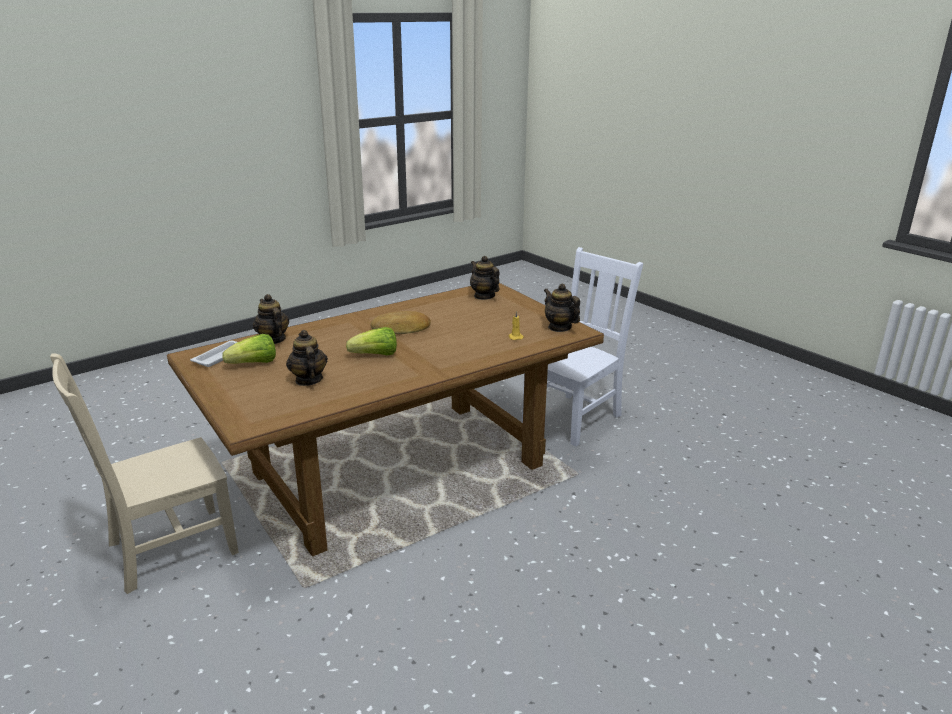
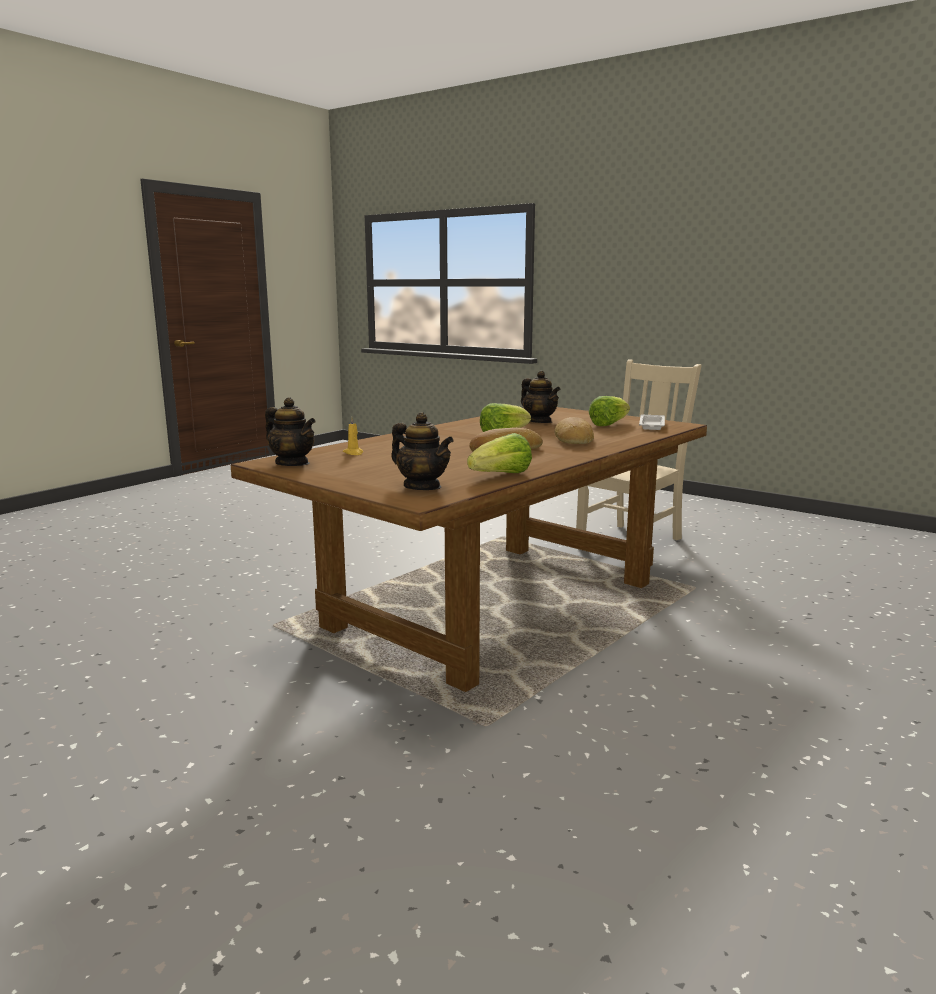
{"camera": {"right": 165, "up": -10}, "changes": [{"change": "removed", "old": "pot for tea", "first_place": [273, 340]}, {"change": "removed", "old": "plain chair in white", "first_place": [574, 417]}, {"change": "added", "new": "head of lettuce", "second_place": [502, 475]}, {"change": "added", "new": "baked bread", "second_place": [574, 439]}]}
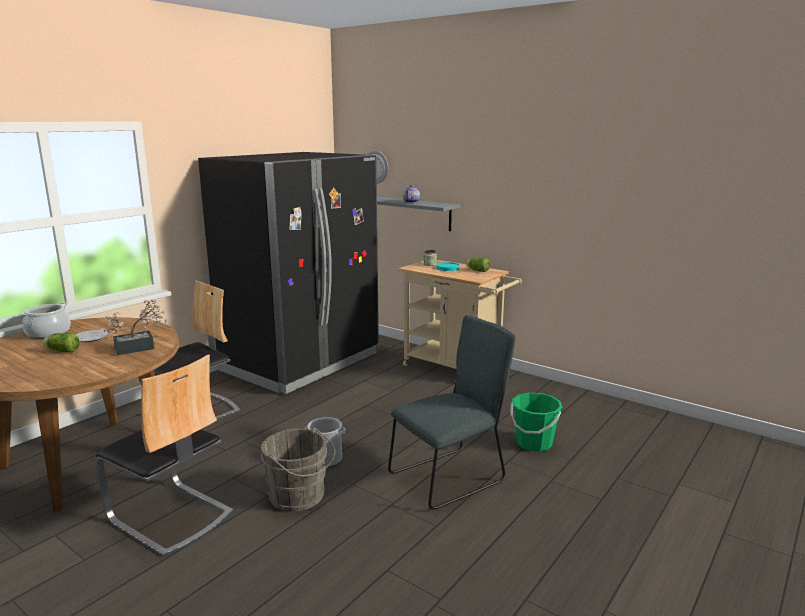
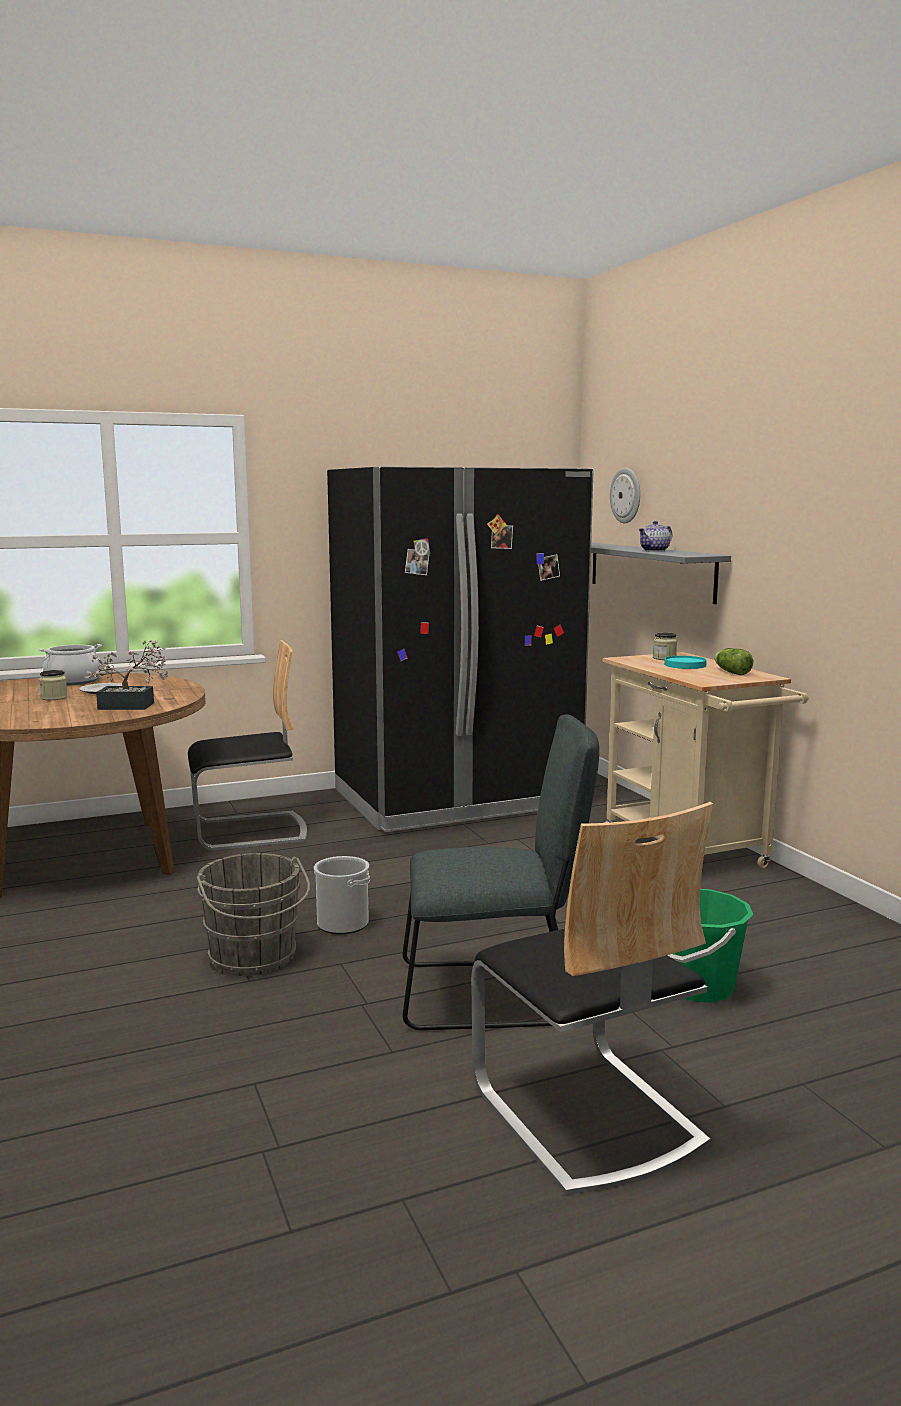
{"camera": {"right": 30, "up": -5}, "changes": [{"change": "moved", "old": "plain chair", "first_place": [170, 517], "second_place": [585, 1115]}, {"change": "replaced", "old": "head of lettuce", "new": "storage jar", "first_place": [61, 351], "second_place": [54, 698]}]}
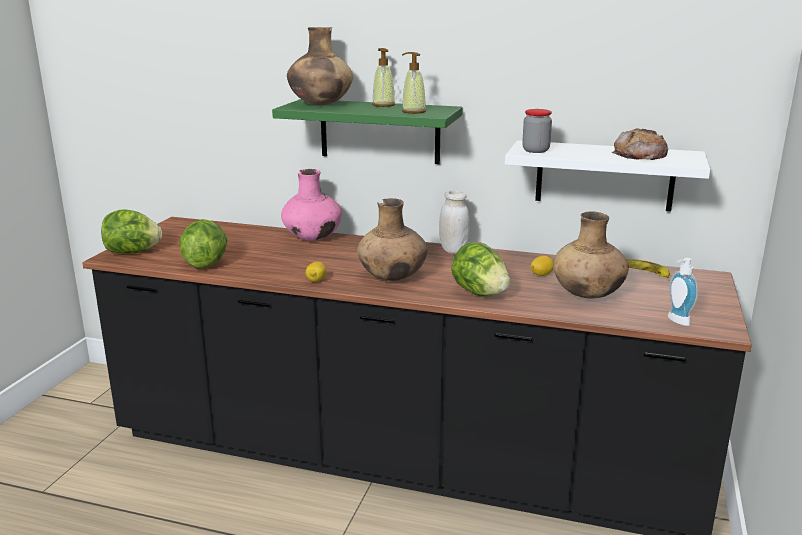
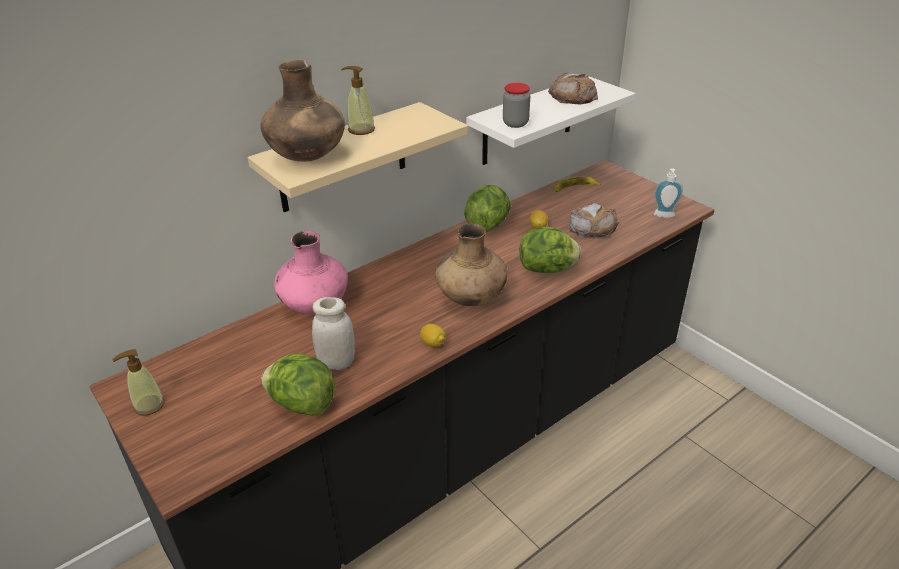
{"camera": {"right": -55, "up": 15}, "changes": [{"change": "moved", "old": "head of lettuce", "first_place": [132, 252], "second_place": [488, 224]}, {"change": "moved", "old": "soap bottle", "first_place": [413, 111], "second_place": [149, 405]}, {"change": "moved", "old": "storage jar in white", "first_place": [453, 250], "second_place": [337, 362]}, {"change": "replaced", "old": "vase in brownish", "new": "baked bread", "first_place": [587, 294], "second_place": [593, 226]}, {"change": "recoloured", "old": "bracket shelf in green", "new": "bracket shelf in beige", "first_place": [379, 131], "second_place": [343, 158]}]}
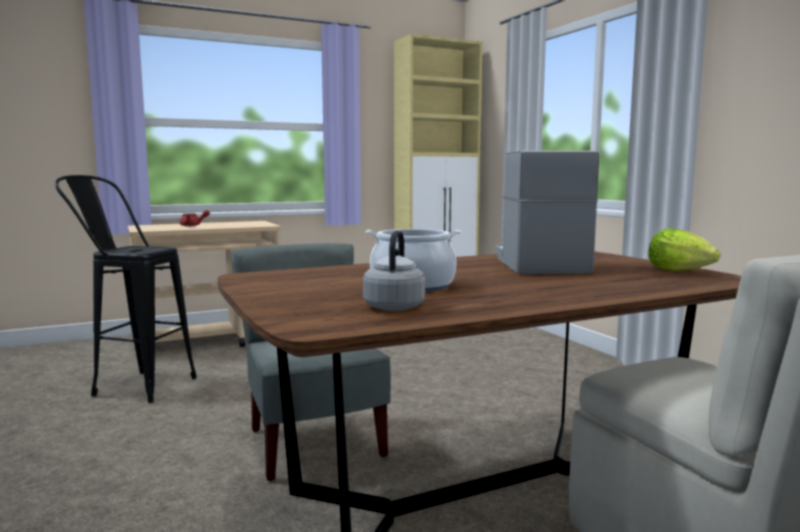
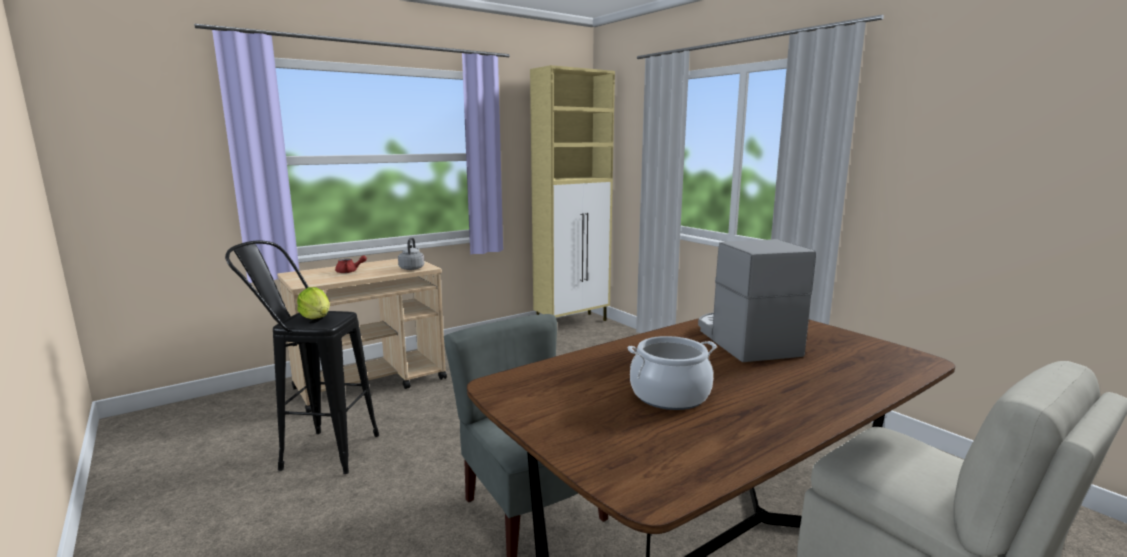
{"camera": {"right": -10, "up": 5}, "changes": [{"change": "moved", "old": "kettle in greyish", "first_place": [395, 306], "second_place": [412, 268]}, {"change": "moved", "old": "head of lettuce", "first_place": [679, 271], "second_place": [317, 318]}]}
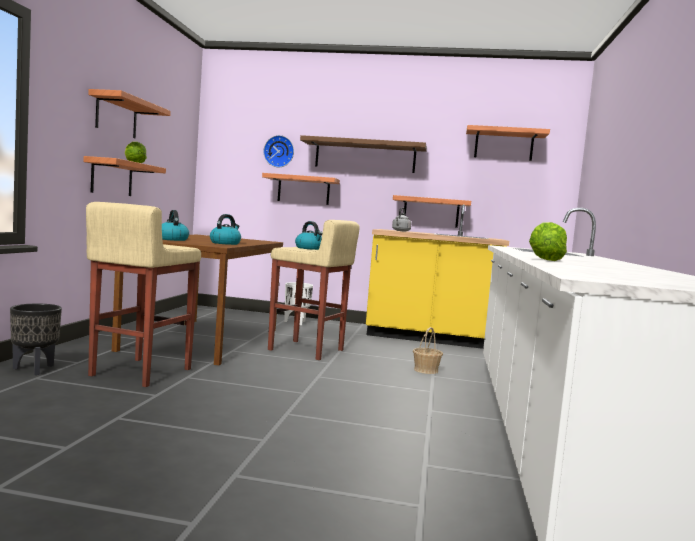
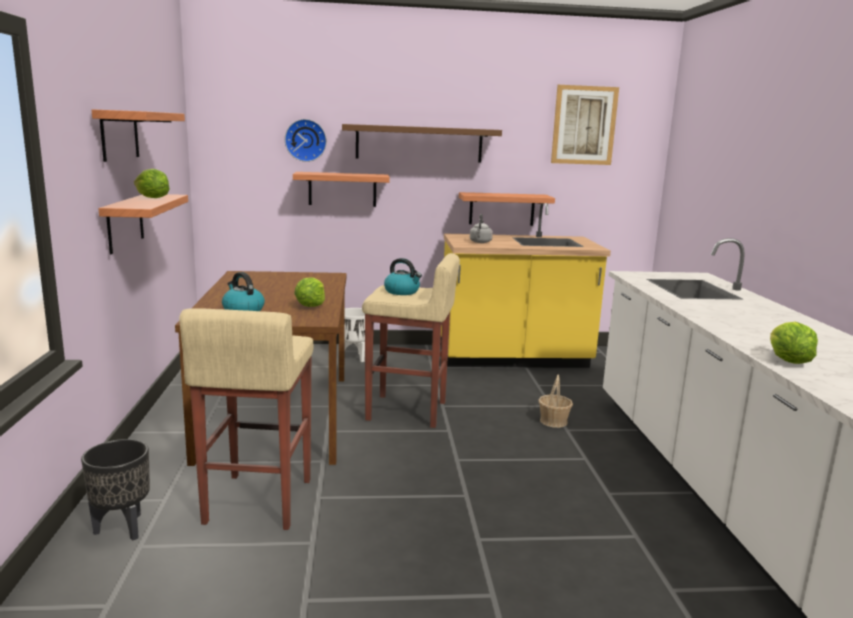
{"camera": {"right": -15, "up": 10}, "changes": [{"change": "replaced", "old": "kettle", "new": "head of lettuce", "first_place": [225, 243], "second_place": [310, 305]}, {"change": "replaced", "old": "bracket shelf", "new": "wall picture", "first_place": [503, 145], "second_place": [584, 125]}]}
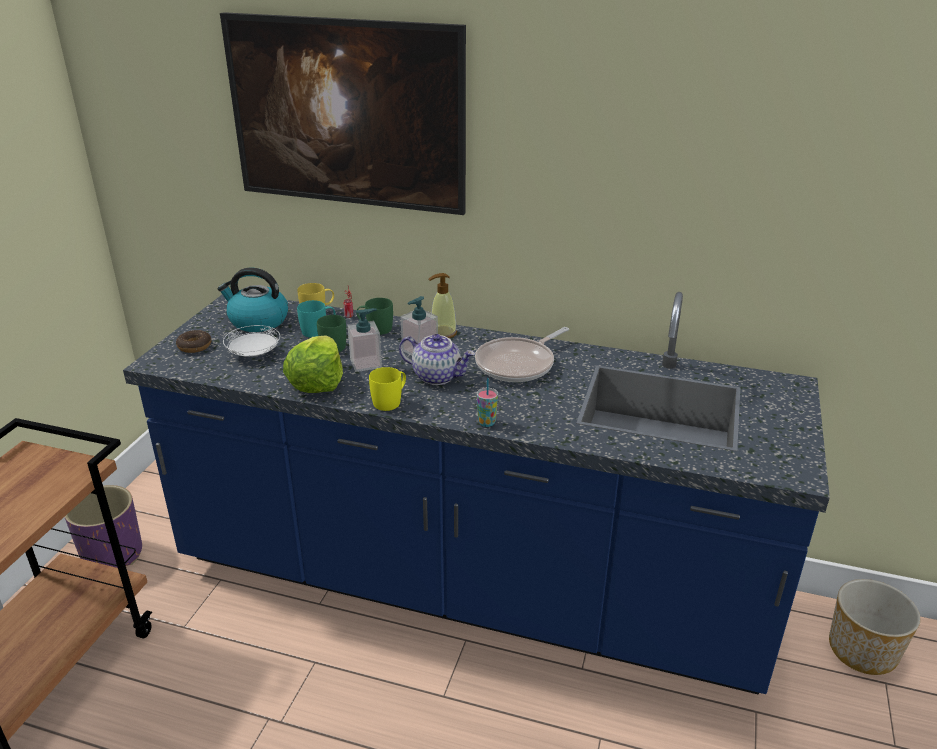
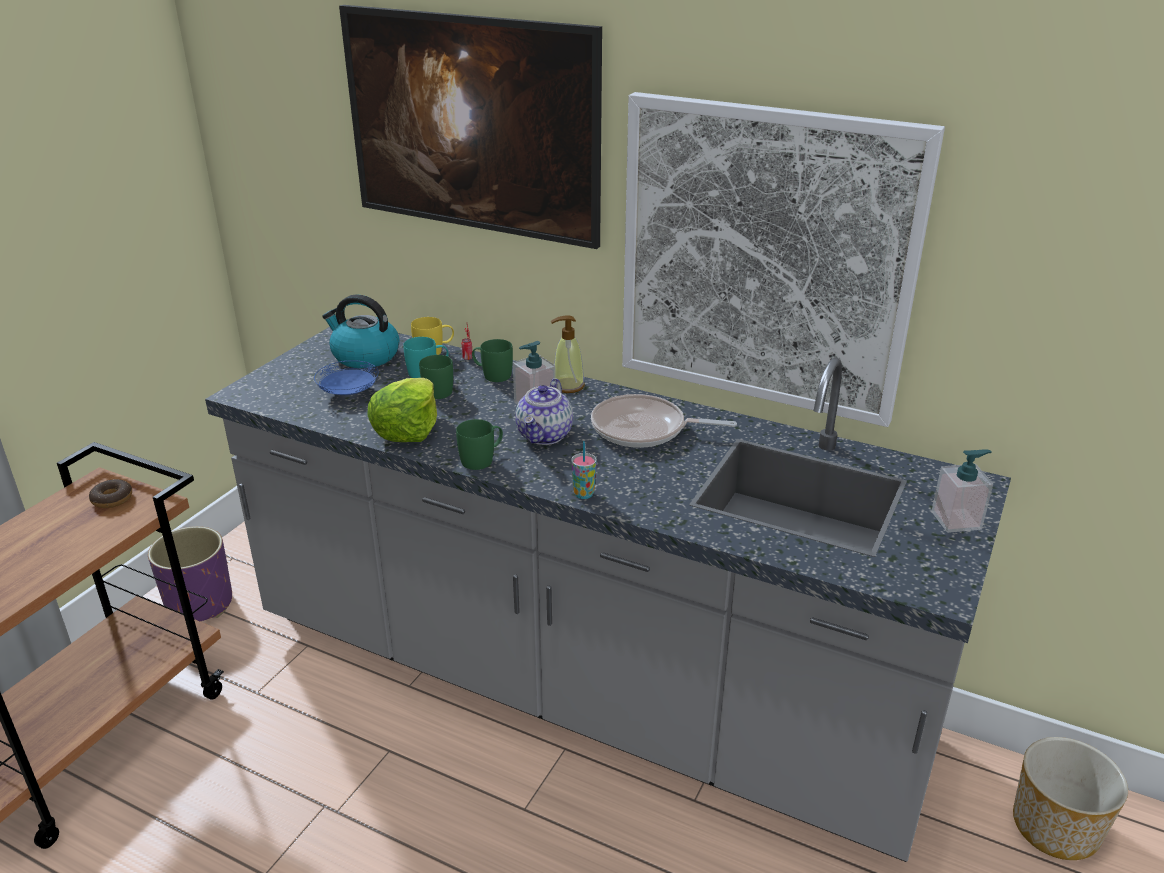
{"camera": {"right": 10, "up": 0}, "changes": [{"change": "added", "new": "wall picture", "second_place": [765, 259]}, {"change": "moved", "old": "donut", "first_place": [194, 346], "second_place": [112, 499]}, {"change": "moved", "old": "soap bottle", "first_place": [366, 363], "second_place": [956, 520]}, {"change": "recoloured", "old": "kitchen counter in blue", "new": "kitchen counter in greyish", "first_place": [467, 585], "second_place": [582, 686]}, {"change": "recoloured", "old": "flat dish in white", "new": "flat dish in blue", "first_place": [254, 354], "second_place": [349, 393]}, {"change": "recoloured", "old": "tea mug in yellow", "new": "tea mug in green", "first_place": [390, 401], "second_place": [482, 459]}, {"change": "turned", "old": "pot for tea", "first_place": [437, 376], "second_place": [545, 435], "degrees": 75}, {"change": "turned", "old": "pan", "first_place": [518, 364], "second_place": [644, 429], "degrees": 45}]}
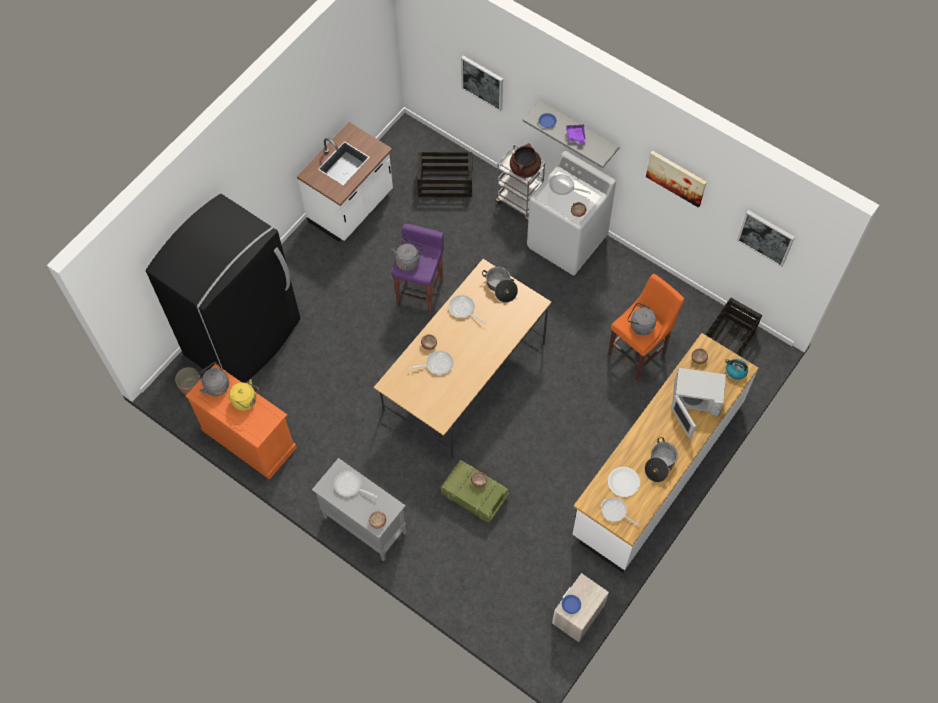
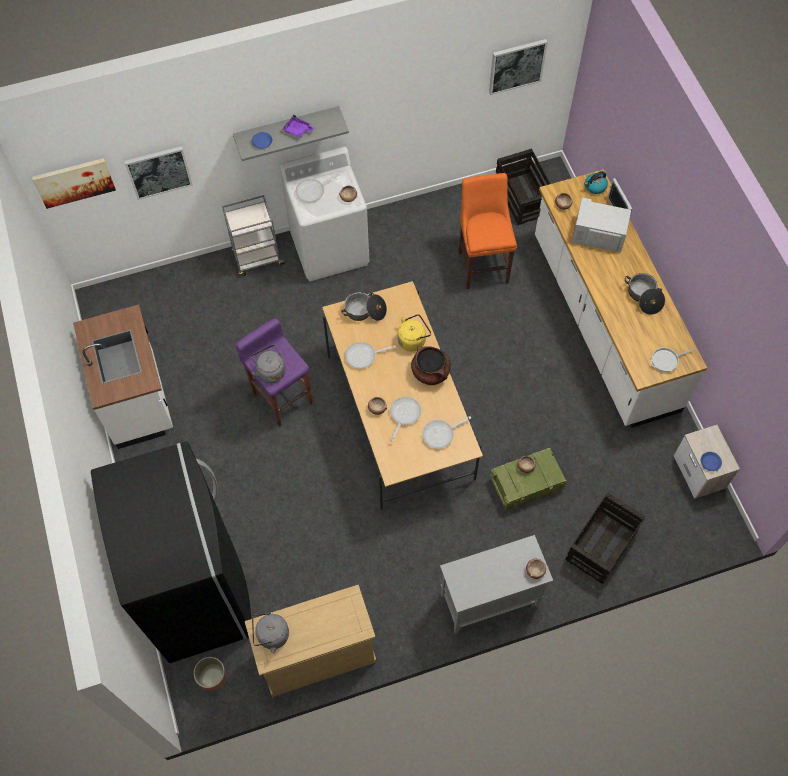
{"camera": {"right": -55, "up": 0}, "changes": [{"change": "removed", "old": "flat dish in white", "first_place": [623, 482]}, {"change": "removed", "old": "kettle in greyish", "first_place": [640, 325]}, {"change": "moved", "old": "kettle in yellow", "first_place": [246, 401], "second_place": [413, 340]}, {"change": "moved", "old": "pan", "first_place": [350, 486], "second_place": [441, 434]}, {"change": "moved", "old": "packing crate", "first_place": [445, 183], "second_place": [601, 545]}, {"change": "moved", "old": "saucepot in brownish", "first_place": [525, 169], "second_place": [431, 372]}, {"change": "moved", "old": "wall picture", "first_place": [676, 177], "second_place": [74, 182]}, {"change": "recoloured", "old": "dresser in orange-coloured", "new": "dresser in beige", "first_place": [249, 438], "second_place": [316, 654]}, {"change": "turned", "old": "kitchen microwave in white", "first_place": [695, 399], "second_place": [600, 232], "degrees": -120}]}
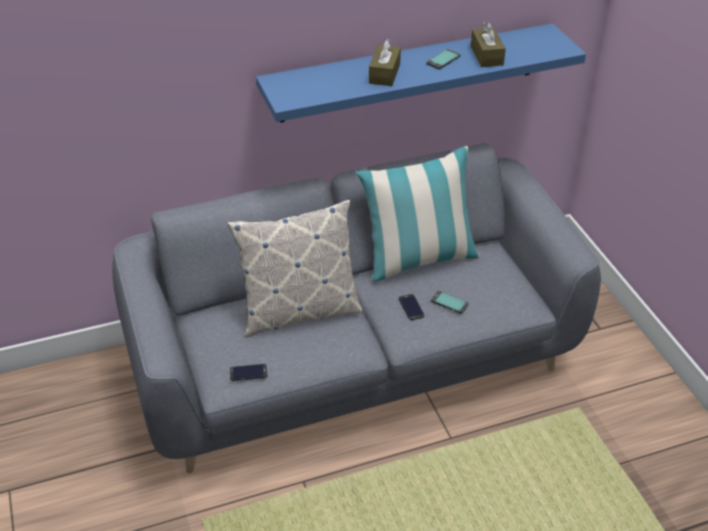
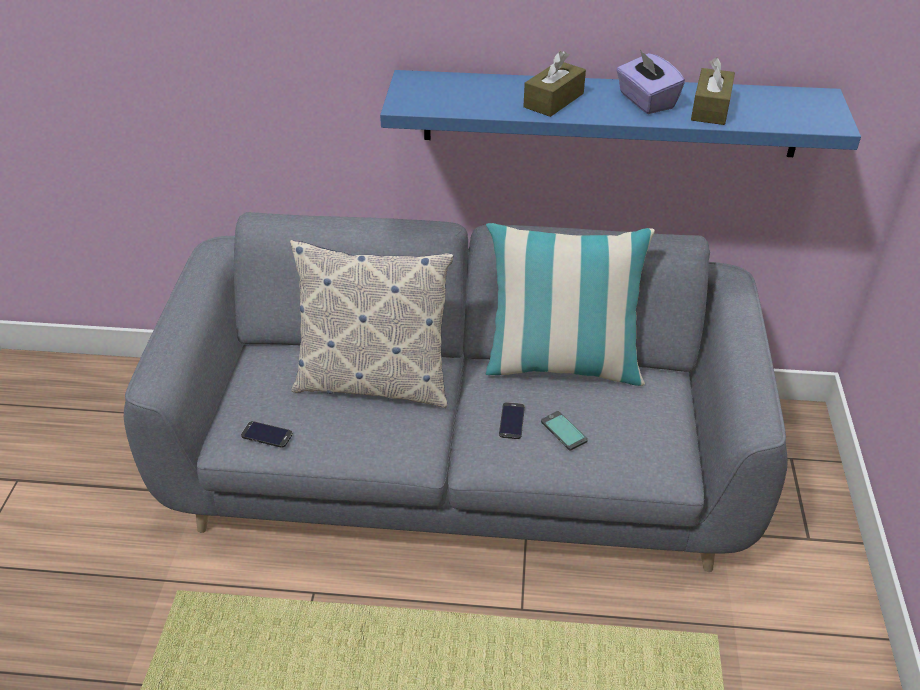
{"camera": {"right": 25, "up": 0}, "changes": [{"change": "replaced", "old": "handset", "new": "tissue holder in purple", "first_place": [443, 60], "second_place": [645, 101]}]}
